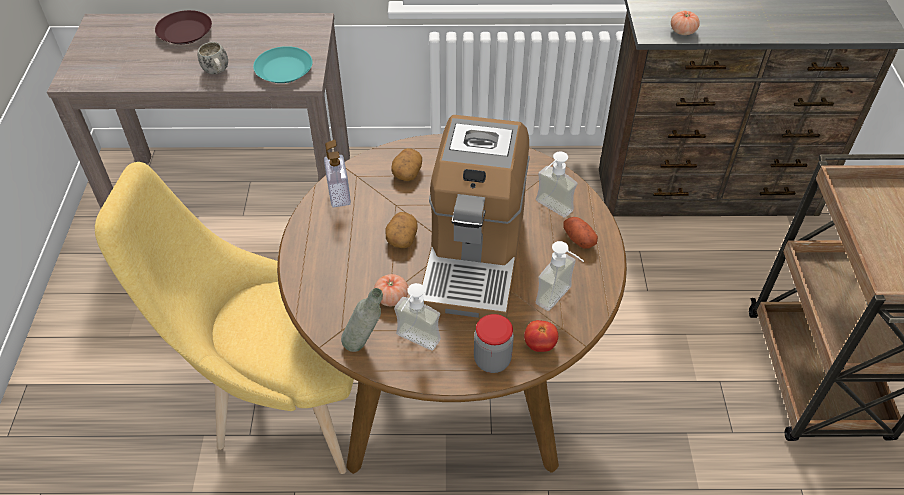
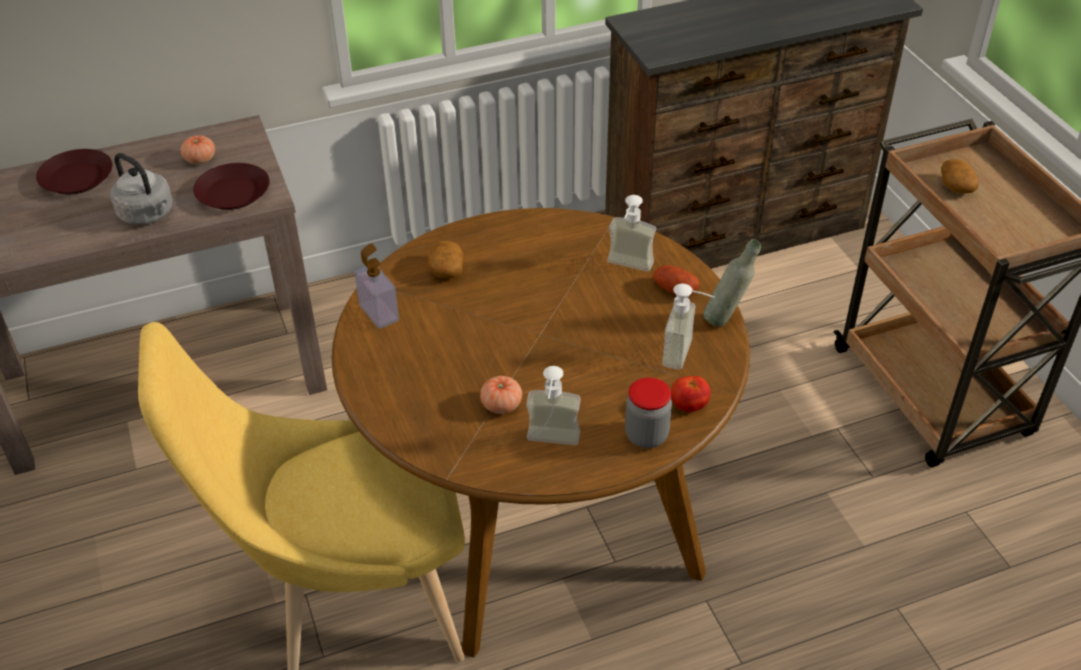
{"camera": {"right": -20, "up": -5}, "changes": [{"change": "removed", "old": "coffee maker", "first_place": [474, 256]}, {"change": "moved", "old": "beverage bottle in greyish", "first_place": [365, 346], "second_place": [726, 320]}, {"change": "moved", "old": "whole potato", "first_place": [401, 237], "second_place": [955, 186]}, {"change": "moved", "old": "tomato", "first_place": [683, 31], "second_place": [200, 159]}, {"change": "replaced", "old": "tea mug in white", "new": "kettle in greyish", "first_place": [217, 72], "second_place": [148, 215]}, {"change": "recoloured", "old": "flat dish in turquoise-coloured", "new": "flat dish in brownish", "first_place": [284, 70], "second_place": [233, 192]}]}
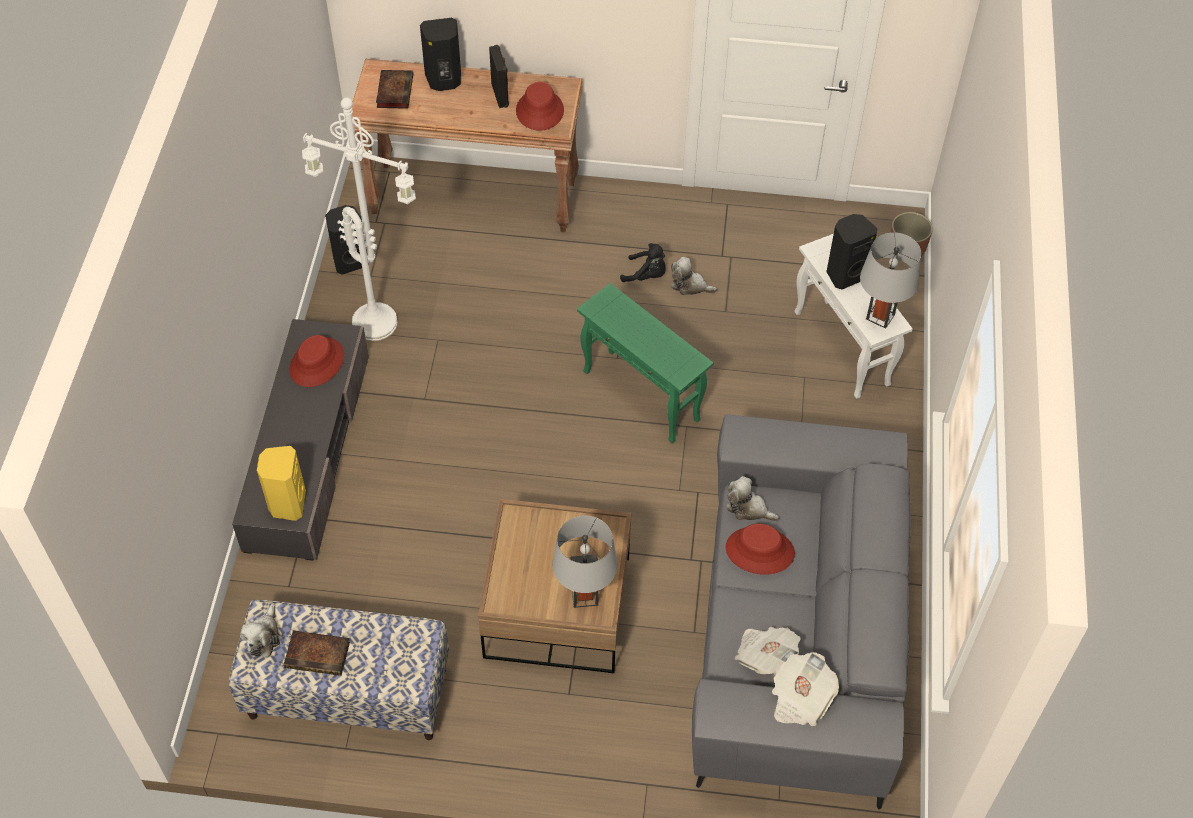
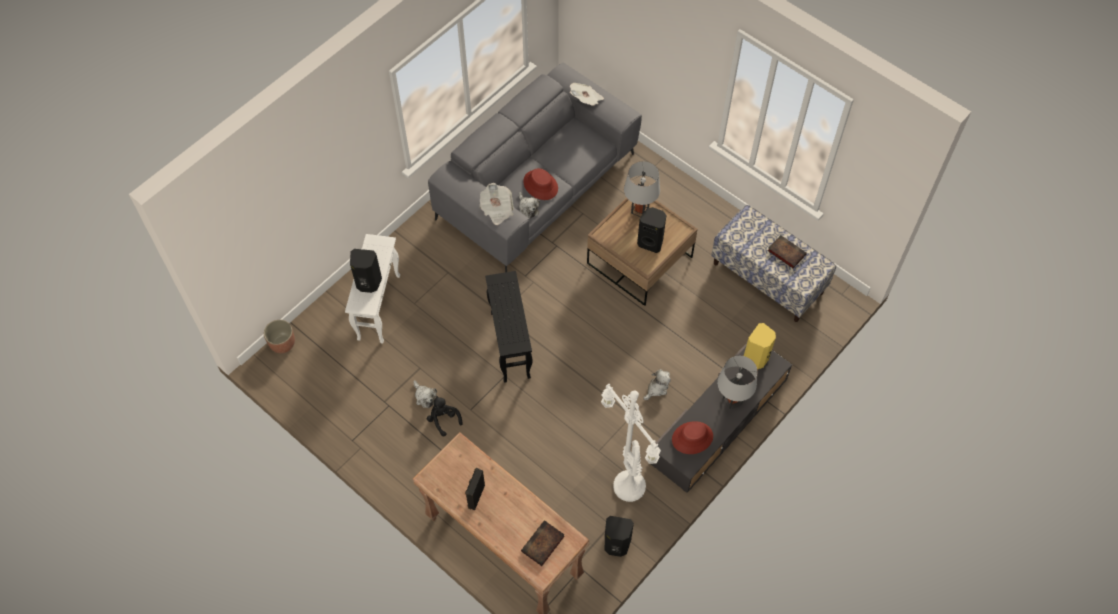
{"camera": {"right": -145, "up": 5}, "changes": [{"change": "removed", "old": "wearable hat in reddish", "first_place": [539, 111]}, {"change": "moved", "old": "cuddly toy", "first_place": [263, 637], "second_place": [657, 388]}, {"change": "moved", "old": "speaker in black", "first_place": [444, 80], "second_place": [651, 242]}, {"change": "moved", "old": "daily paper", "first_place": [765, 655], "second_place": [497, 209]}, {"change": "moved", "old": "lamp for a table in greyish", "first_place": [880, 316], "second_place": [732, 401]}, {"change": "recoloured", "old": "accent table in green", "new": "accent table in black", "first_place": [641, 396], "second_place": [510, 345]}]}
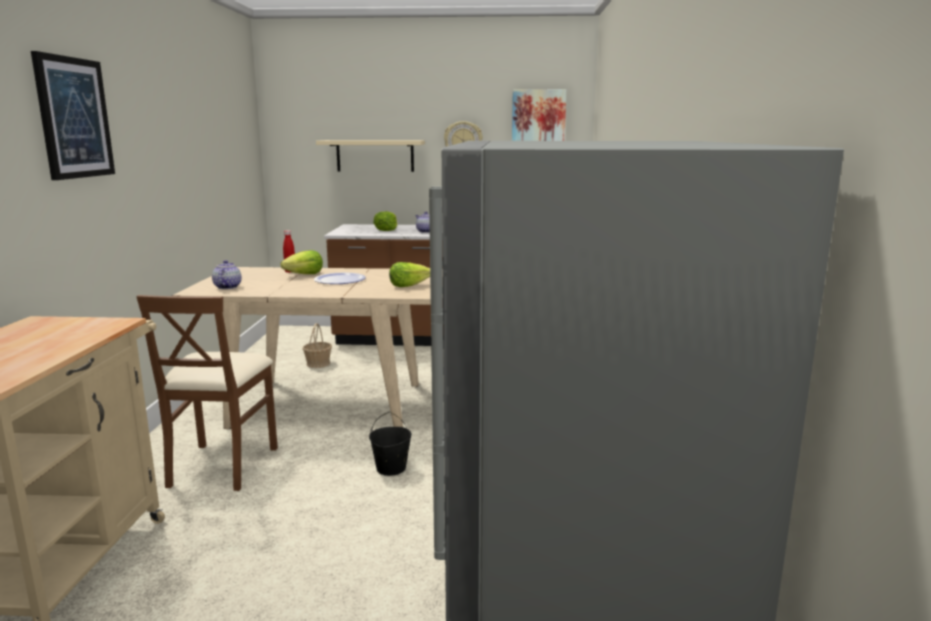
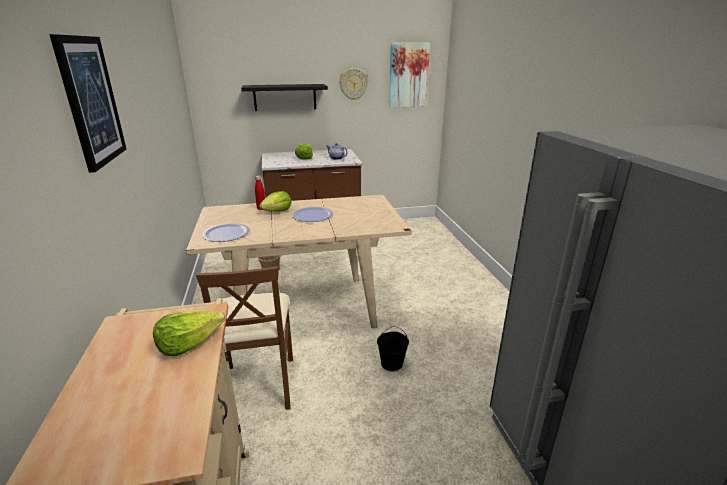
{"camera": {"right": -15, "up": 10}, "changes": [{"change": "moved", "old": "head of lettuce", "first_place": [409, 285], "second_place": [189, 343]}, {"change": "replaced", "old": "pot for tea", "new": "flat dish", "first_place": [227, 287], "second_place": [226, 234]}, {"change": "recoloured", "old": "bracket shelf in beige", "new": "bracket shelf in black", "first_place": [375, 155], "second_place": [285, 97]}]}
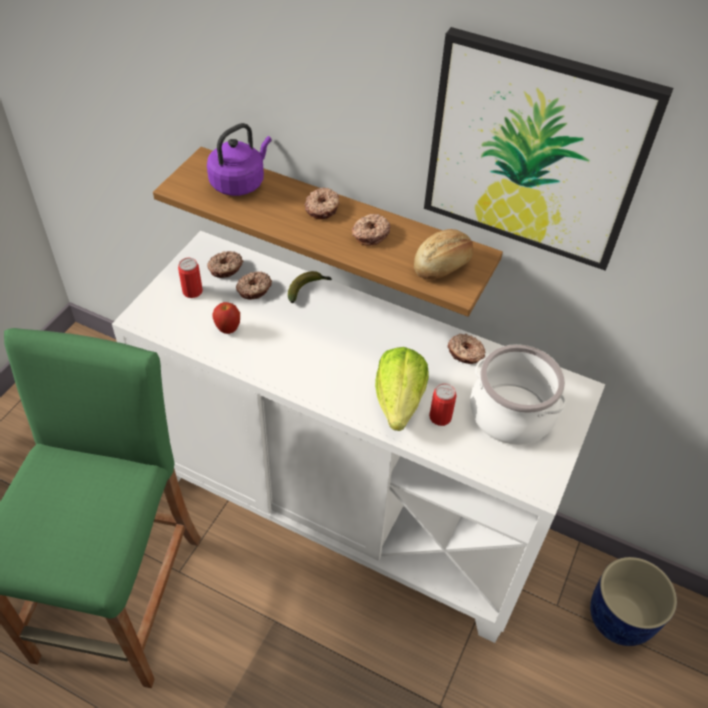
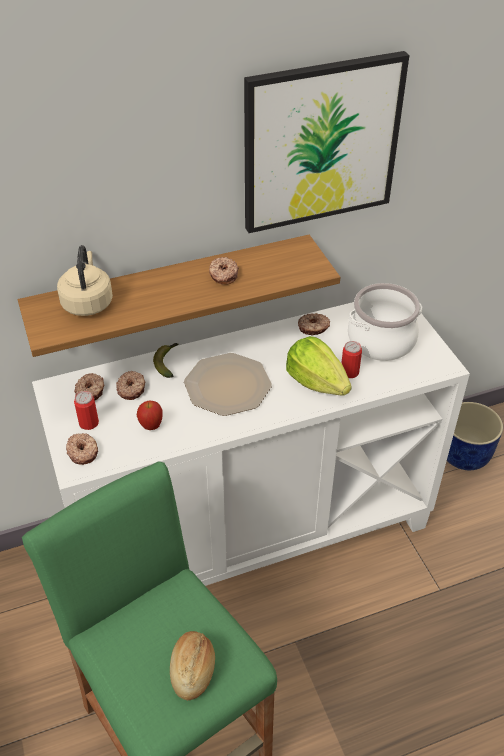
{"camera": {"right": -45, "up": -5}, "changes": [{"change": "added", "new": "flat dish", "second_place": [228, 385]}, {"change": "moved", "old": "donut", "first_place": [323, 208], "second_place": [83, 452]}, {"change": "moved", "old": "baked bread", "first_place": [443, 265], "second_place": [193, 669]}, {"change": "recoloured", "old": "kettle in purple", "new": "kettle in beige", "first_place": [239, 183], "second_place": [88, 302]}]}
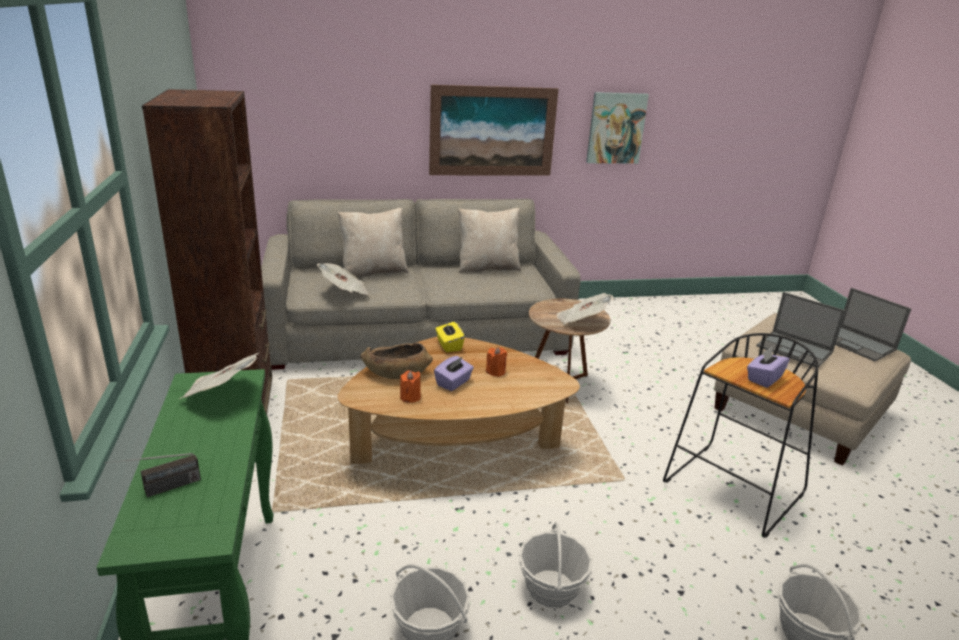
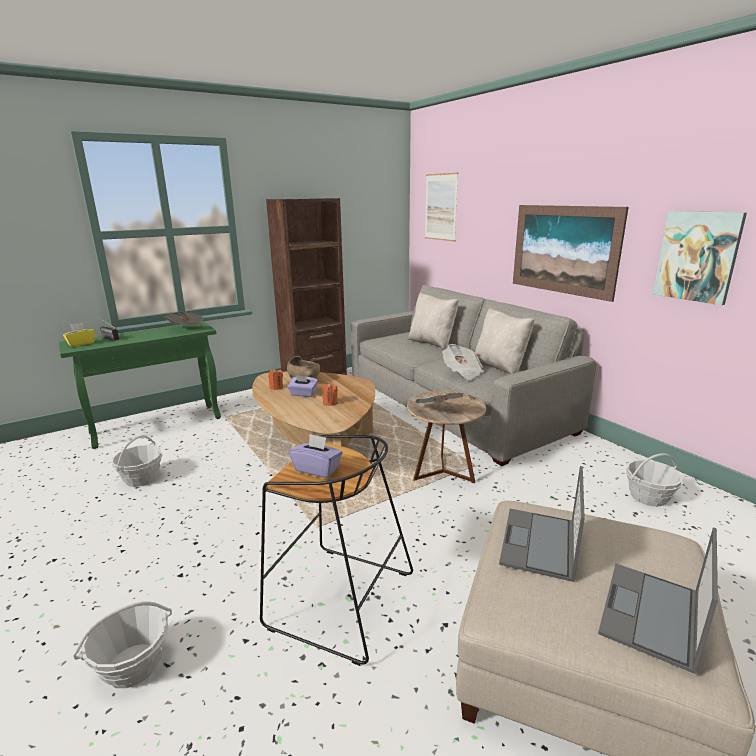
{"camera": {"right": 70, "up": -5}, "changes": [{"change": "added", "new": "wall picture", "second_place": [440, 207]}, {"change": "moved", "old": "daily paper", "first_place": [344, 291], "second_place": [462, 372]}, {"change": "moved", "old": "tissue holder in yellow", "first_place": [449, 345], "second_place": [81, 343]}, {"change": "moved", "old": "basket", "first_place": [551, 588], "second_place": [648, 497]}]}
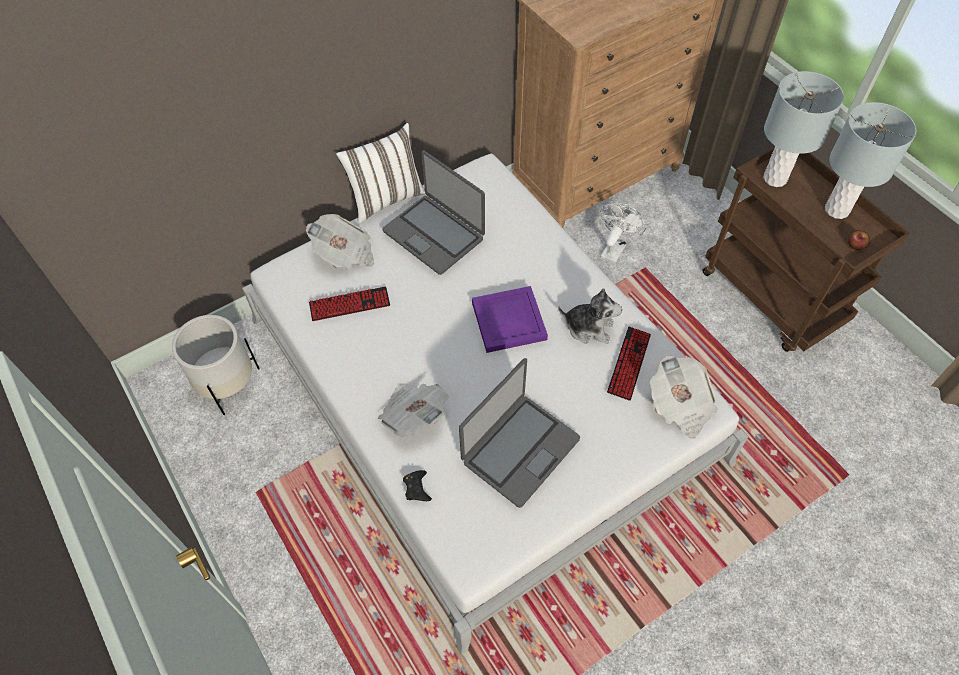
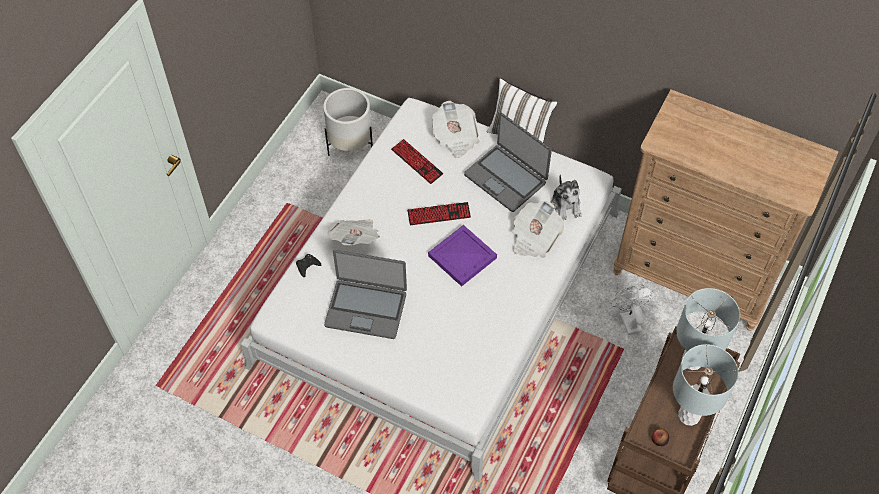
{"camera": {"right": 60, "up": 0}, "changes": [{"change": "moved", "old": "cuddly toy", "first_place": [589, 327], "second_place": [566, 205]}, {"change": "moved", "old": "computer keyboard", "first_place": [629, 363], "second_place": [439, 214]}, {"change": "moved", "old": "daily paper", "first_place": [680, 406], "second_place": [534, 238]}, {"change": "turned", "old": "notebook computer", "first_place": [434, 234], "second_place": [506, 178], "degrees": -60}, {"change": "turned", "old": "electric fan in white", "first_place": [614, 248], "second_place": [628, 319], "degrees": -105}]}
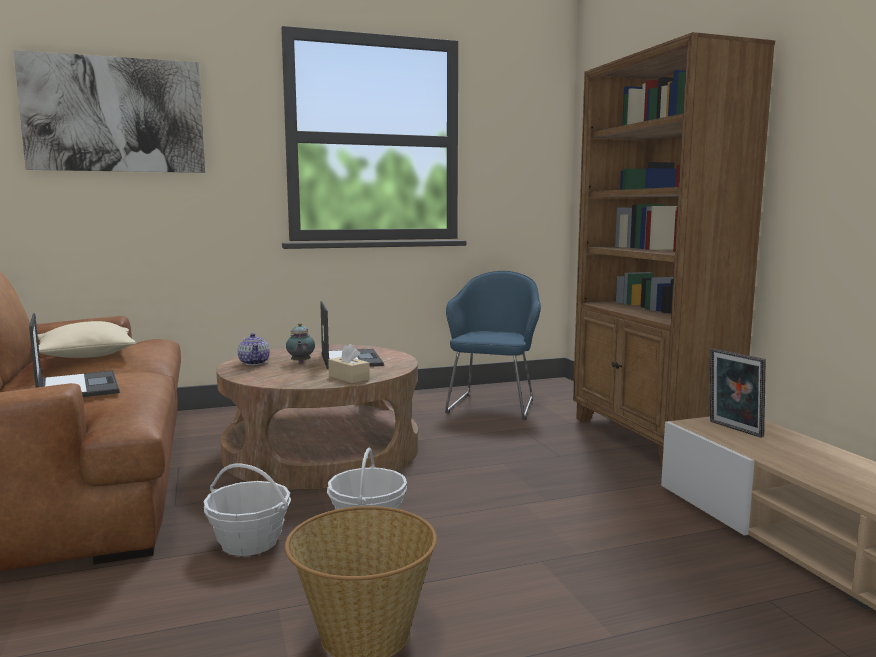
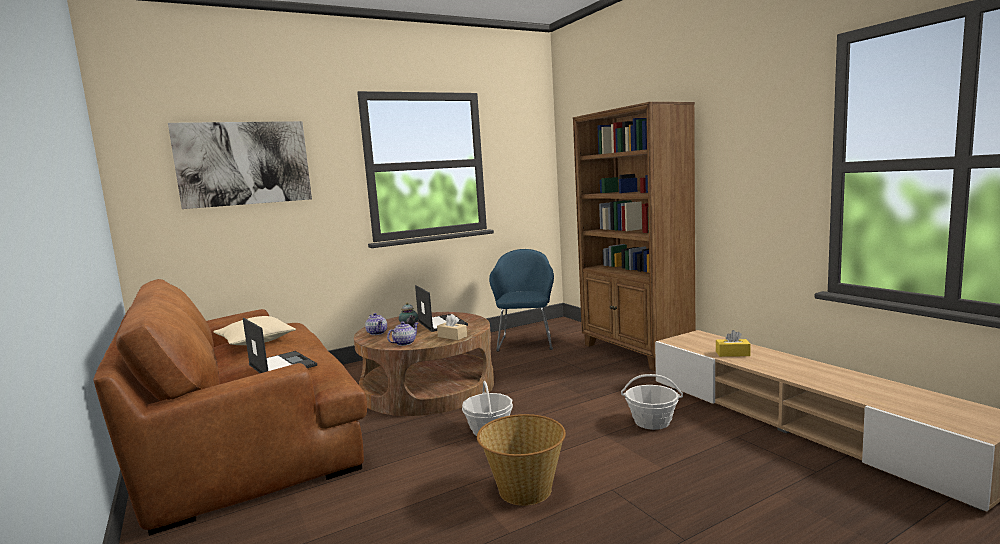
{"camera": {"right": -10, "up": 0}, "changes": [{"change": "removed", "old": "photo frame", "first_place": [733, 429]}, {"change": "added", "new": "pot for tea", "second_place": [404, 343]}, {"change": "added", "new": "tissue holder in yellow", "second_place": [732, 354]}, {"change": "moved", "old": "basket", "first_place": [249, 542], "second_place": [652, 422]}]}
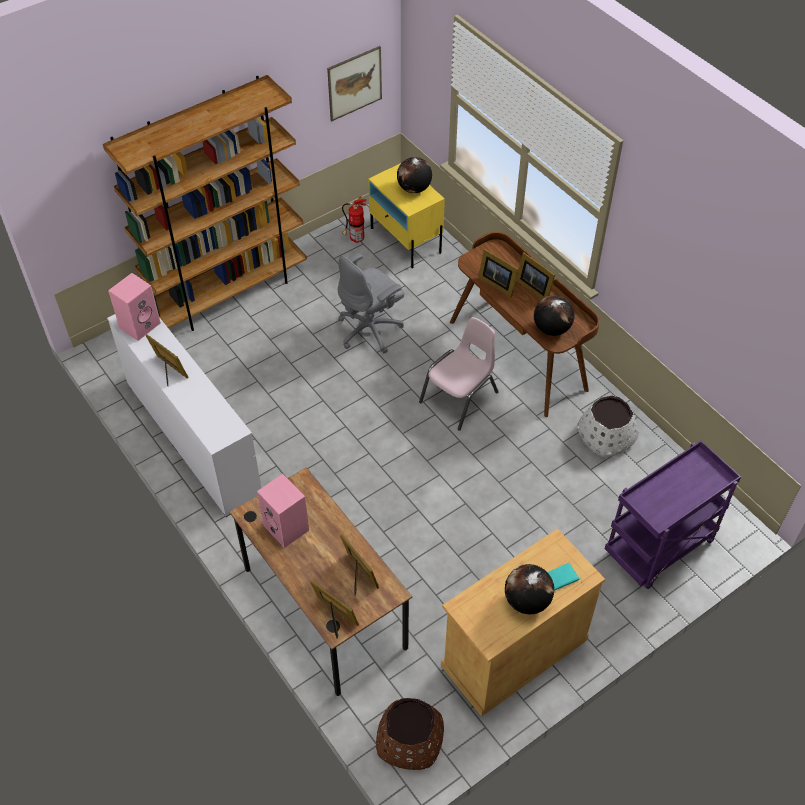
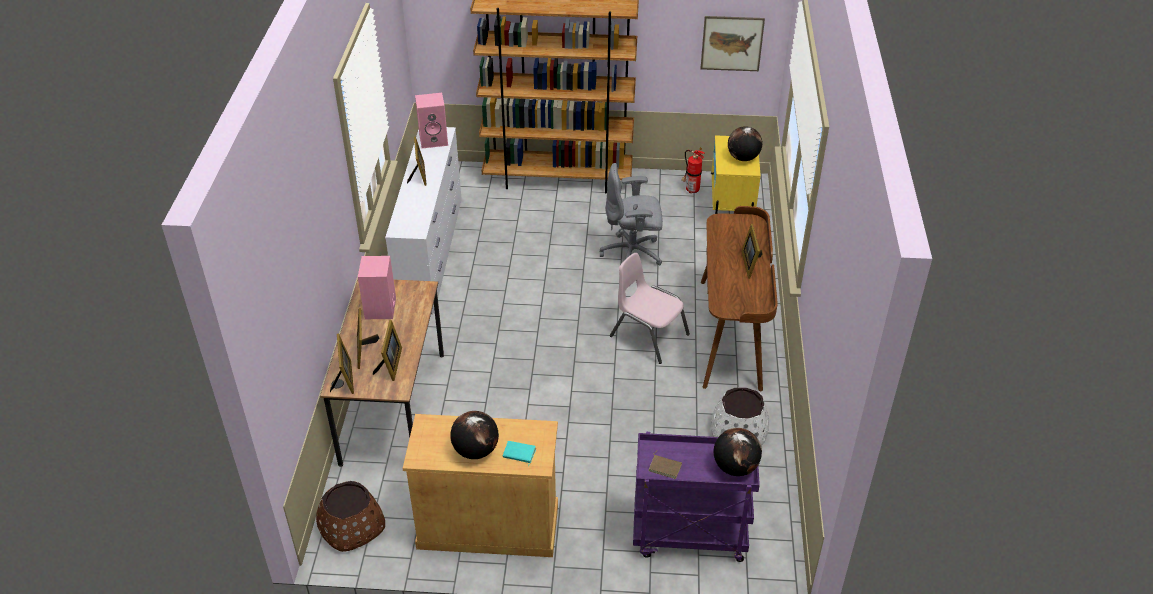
{"camera": {"right": 40, "up": -10}, "changes": [{"change": "added", "new": "volume in brownish", "second_place": [665, 467]}, {"change": "moved", "old": "photo frame", "first_place": [497, 283], "second_place": [364, 350]}, {"change": "moved", "old": "globe", "first_place": [551, 329], "second_place": [735, 467]}, {"change": "turned", "old": "plain chair in pink", "first_place": [460, 398], "second_place": [648, 335], "degrees": -135}]}
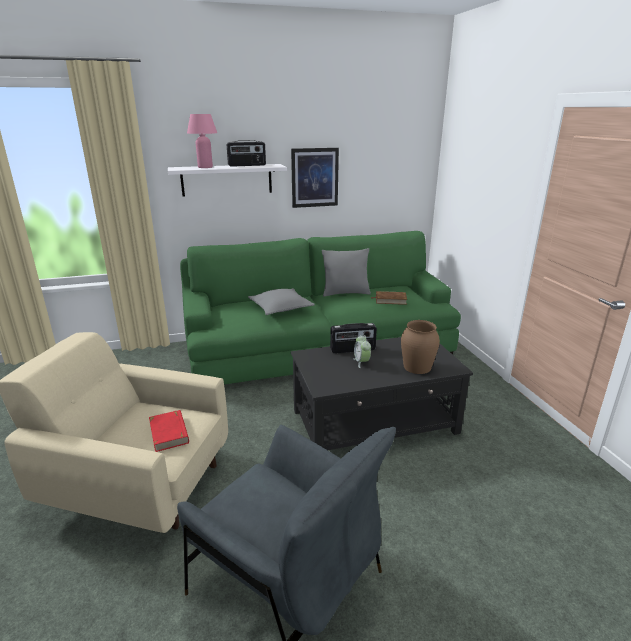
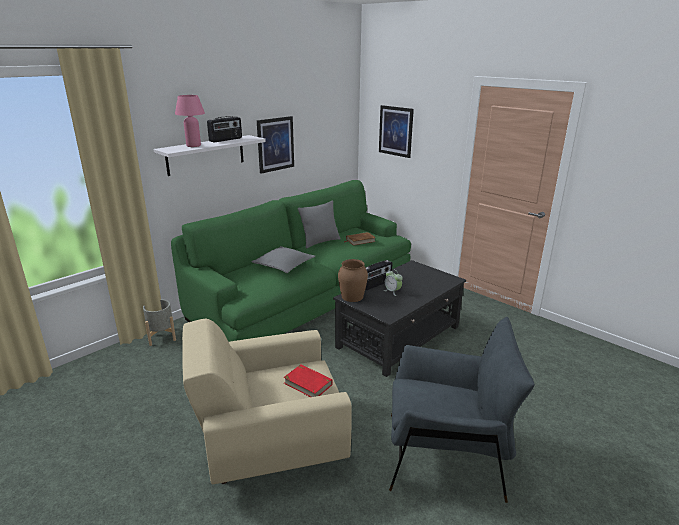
{"camera": {"right": -30, "up": 0}, "changes": [{"change": "added", "new": "planter in greyish", "second_place": [161, 336]}, {"change": "added", "new": "wall picture", "second_place": [396, 131]}, {"change": "moved", "old": "vase in brownish", "first_place": [417, 367], "second_place": [352, 296]}]}
